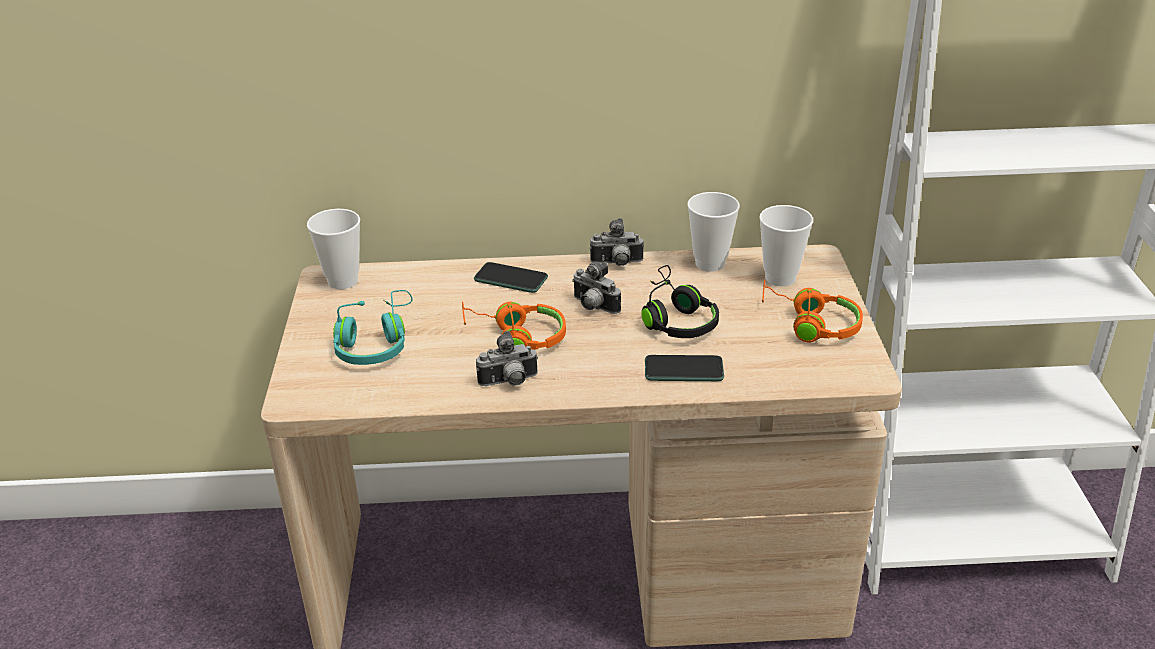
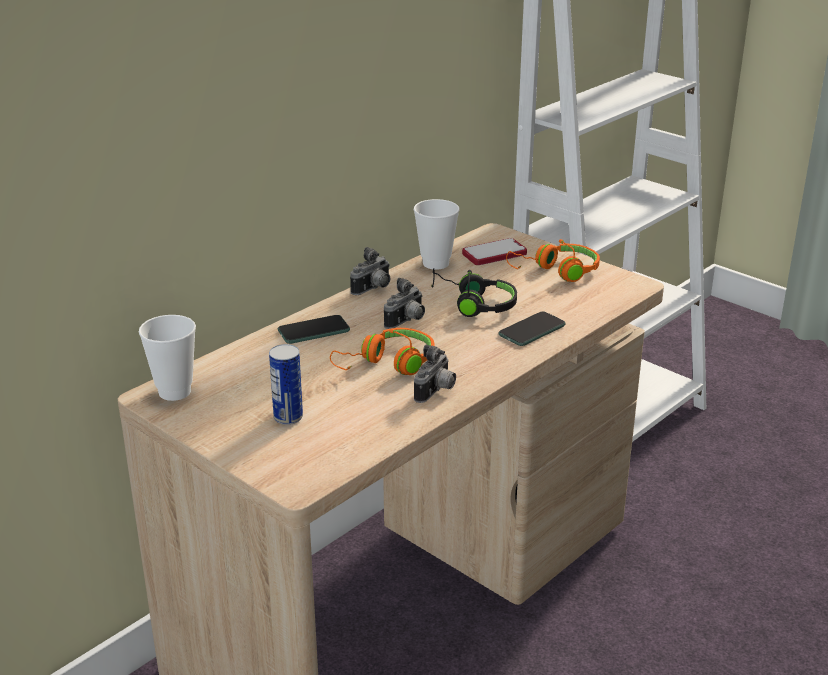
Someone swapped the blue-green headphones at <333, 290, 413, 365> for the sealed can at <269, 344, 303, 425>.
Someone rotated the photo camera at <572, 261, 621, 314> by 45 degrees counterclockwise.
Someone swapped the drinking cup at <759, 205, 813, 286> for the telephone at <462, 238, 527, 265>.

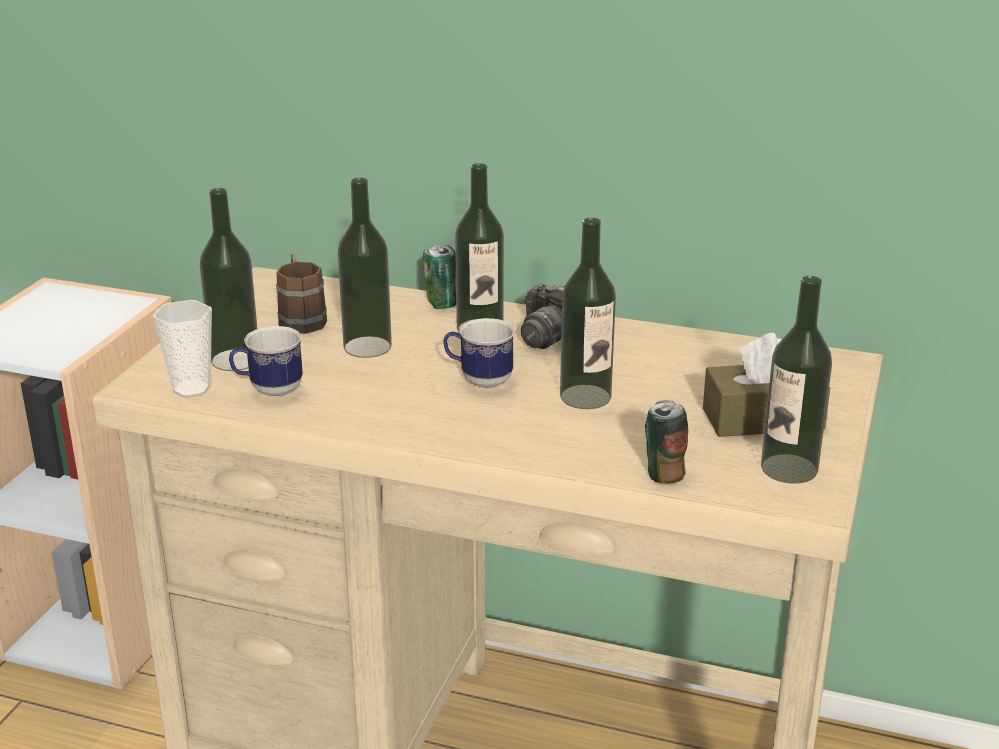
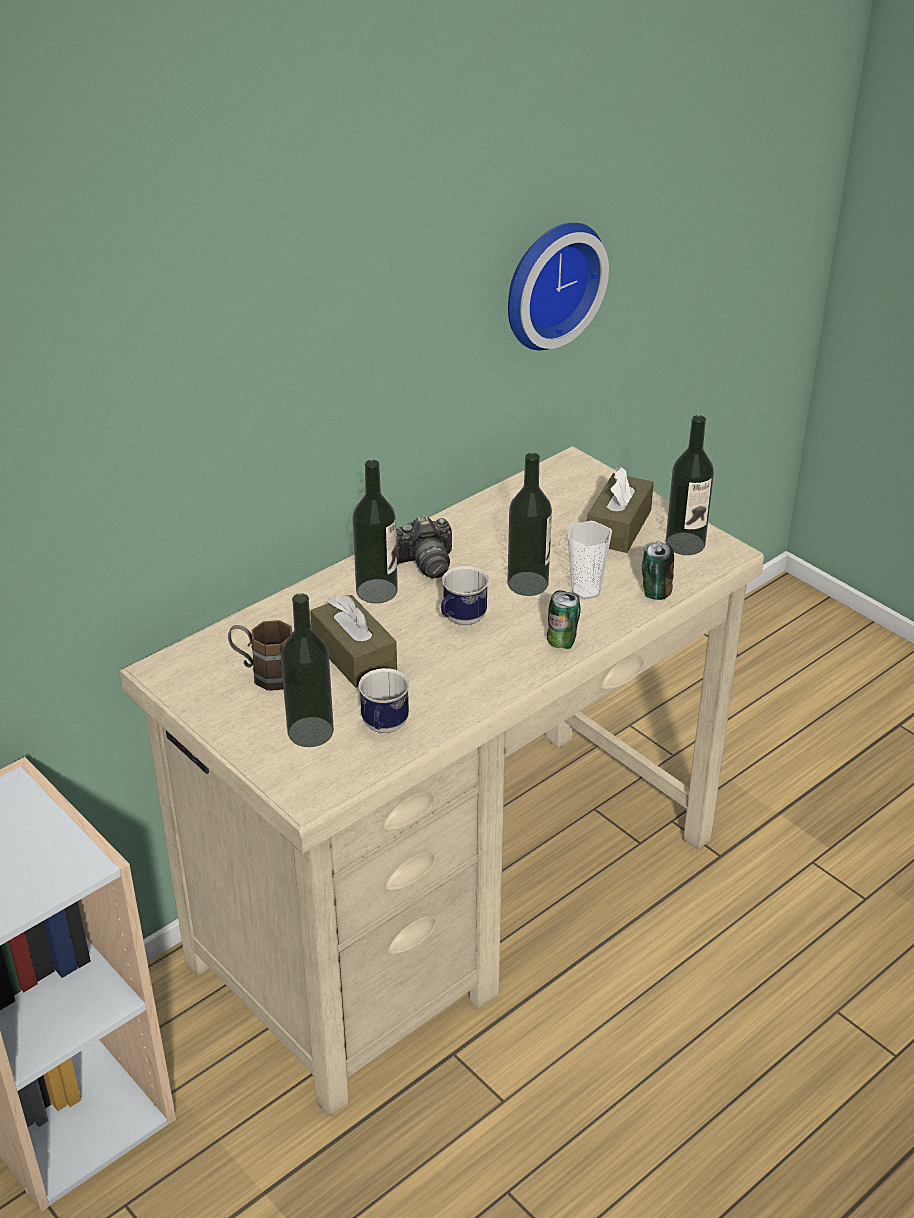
Someone swapped the bottle at <338, 178, 392, 358> for the brown-coloured tissue box at <310, 595, 397, 688>.
Someone put up the wall clock at <508, 223, 609, 350>.
Someone carried the sealed can from <423, 244, 456, 309> to <547, 590, 581, 649>.
Someone carried the drinking cup from <153, 300, 212, 398> to <568, 521, 612, 600>.

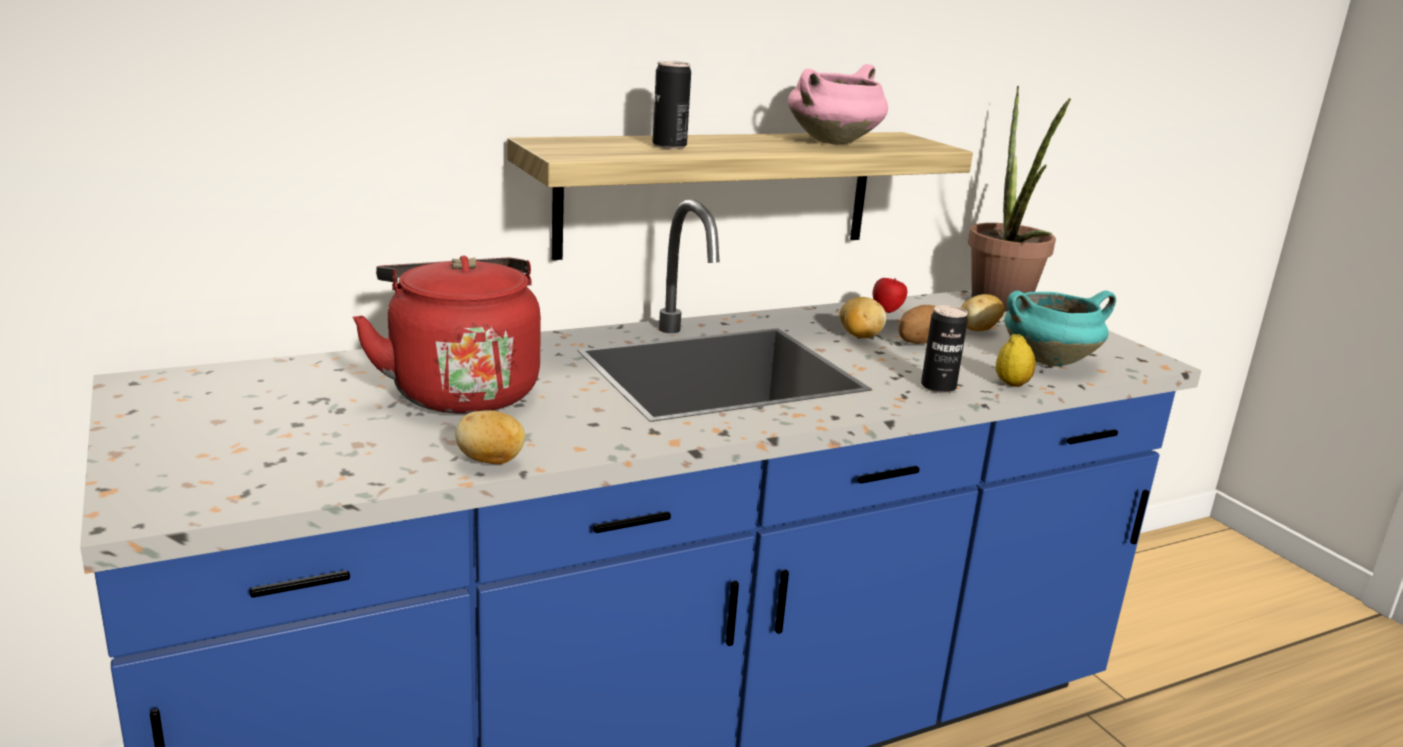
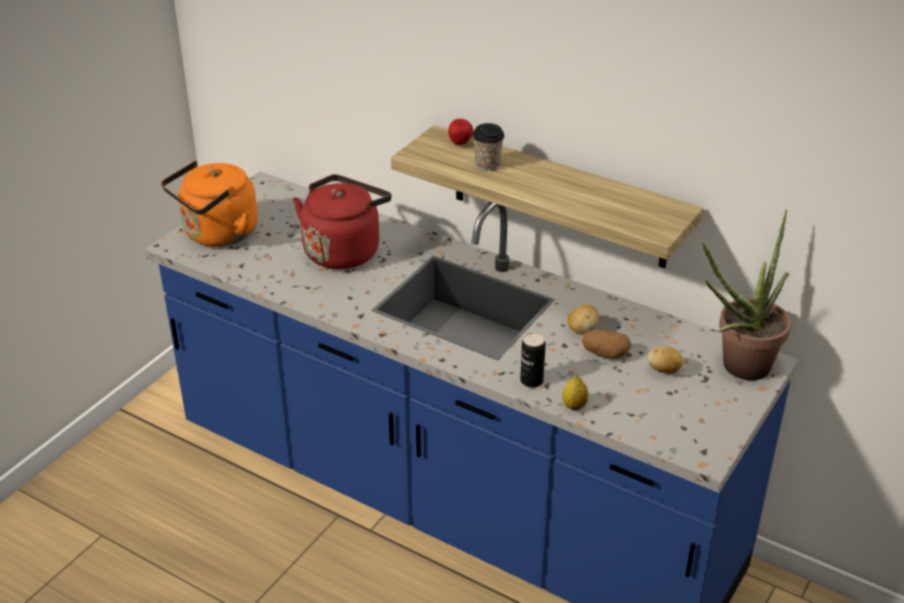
Someone put down the orange water kettle at <161, 161, 258, 247>.
Someone carried the whole apple from <873, 278, 907, 313> to <448, 119, 473, 145>.
Someone swapped the sealed can at <652, 61, 691, 149> for the drinking cup at <472, 123, 504, 171>.
Someone took away the whole potato at <455, 410, 525, 464>.
Someone took away the pink cooking pot at <788, 64, 888, 145>.
Someone took away the blue-green cooking pot at <1004, 290, 1116, 367>.

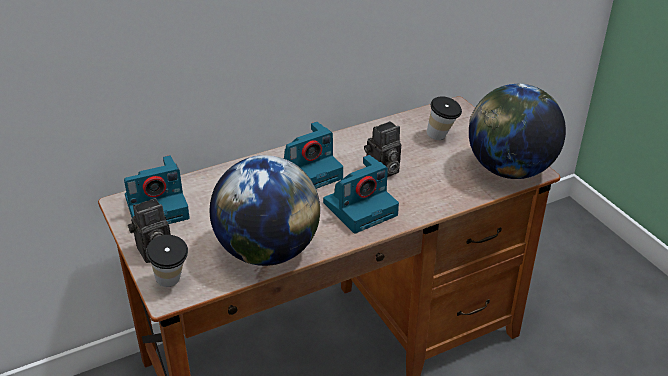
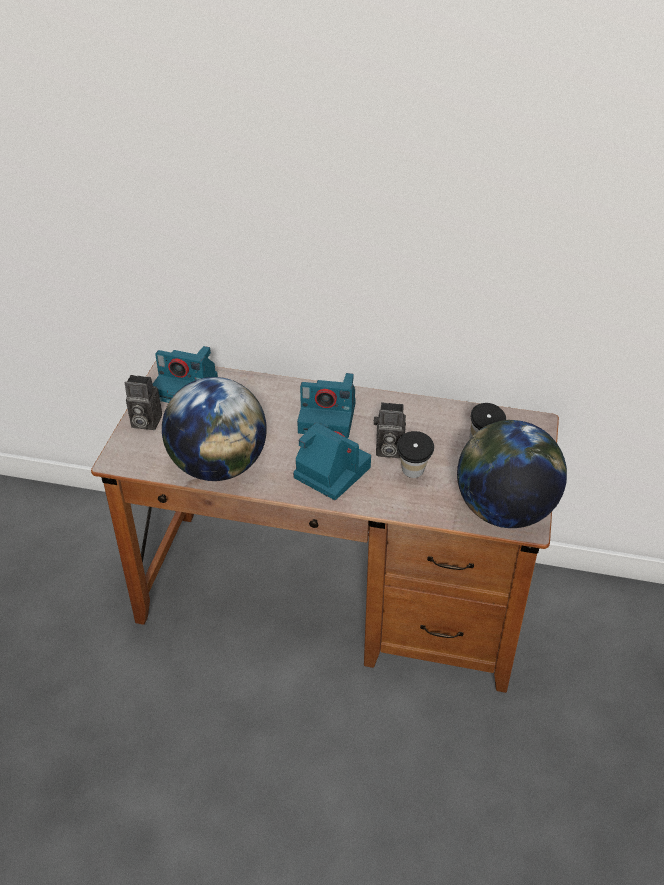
Someone rotated the photo camera at <323, 155, 399, 234> by 150 degrees counterclockwise.
Someone carried the drinking cup from <146, 235, 188, 287> to <397, 431, 434, 478>.

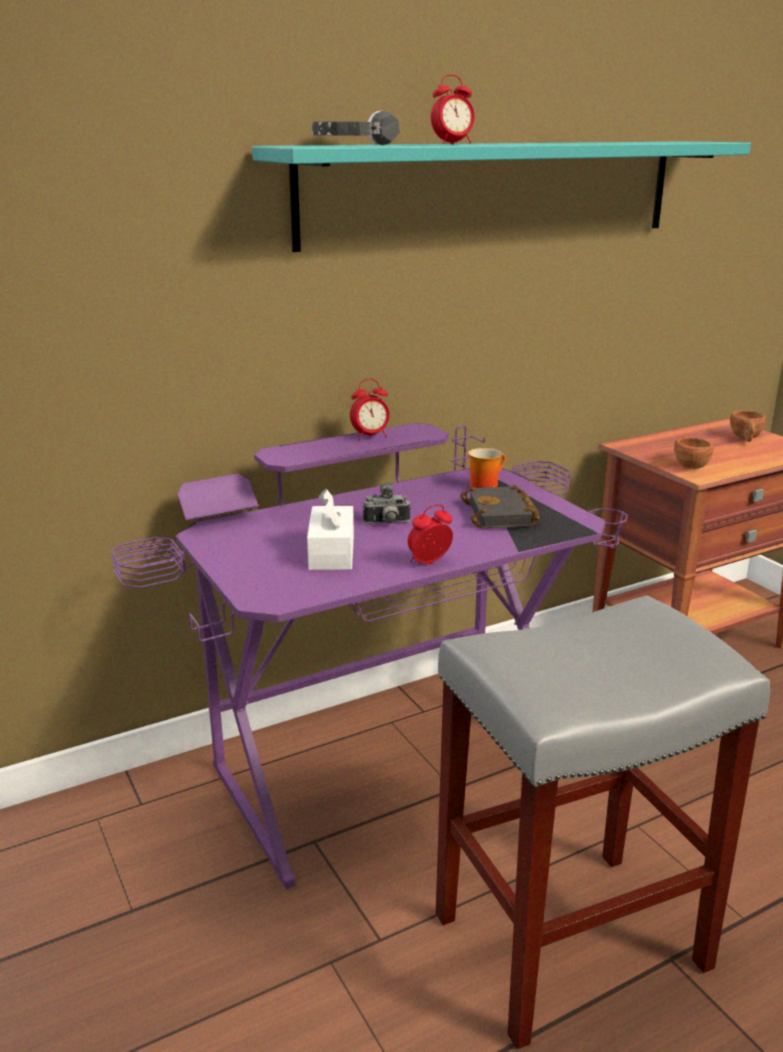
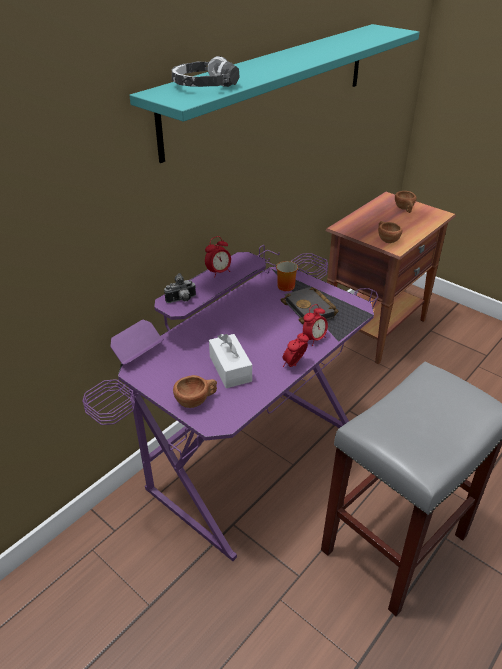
Someone carried the photo camera from <363, 483, 411, 524> to <164, 273, 196, 303>.
Someone put down the brown-coloured drinking cup at <173, 375, 217, 408>.
Someone carried the table clock from <431, 75, 475, 144> to <303, 304, 328, 346>.

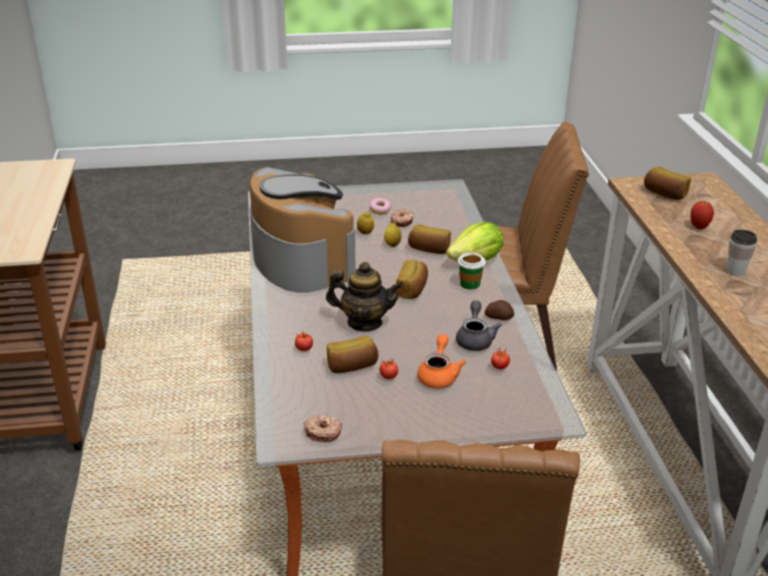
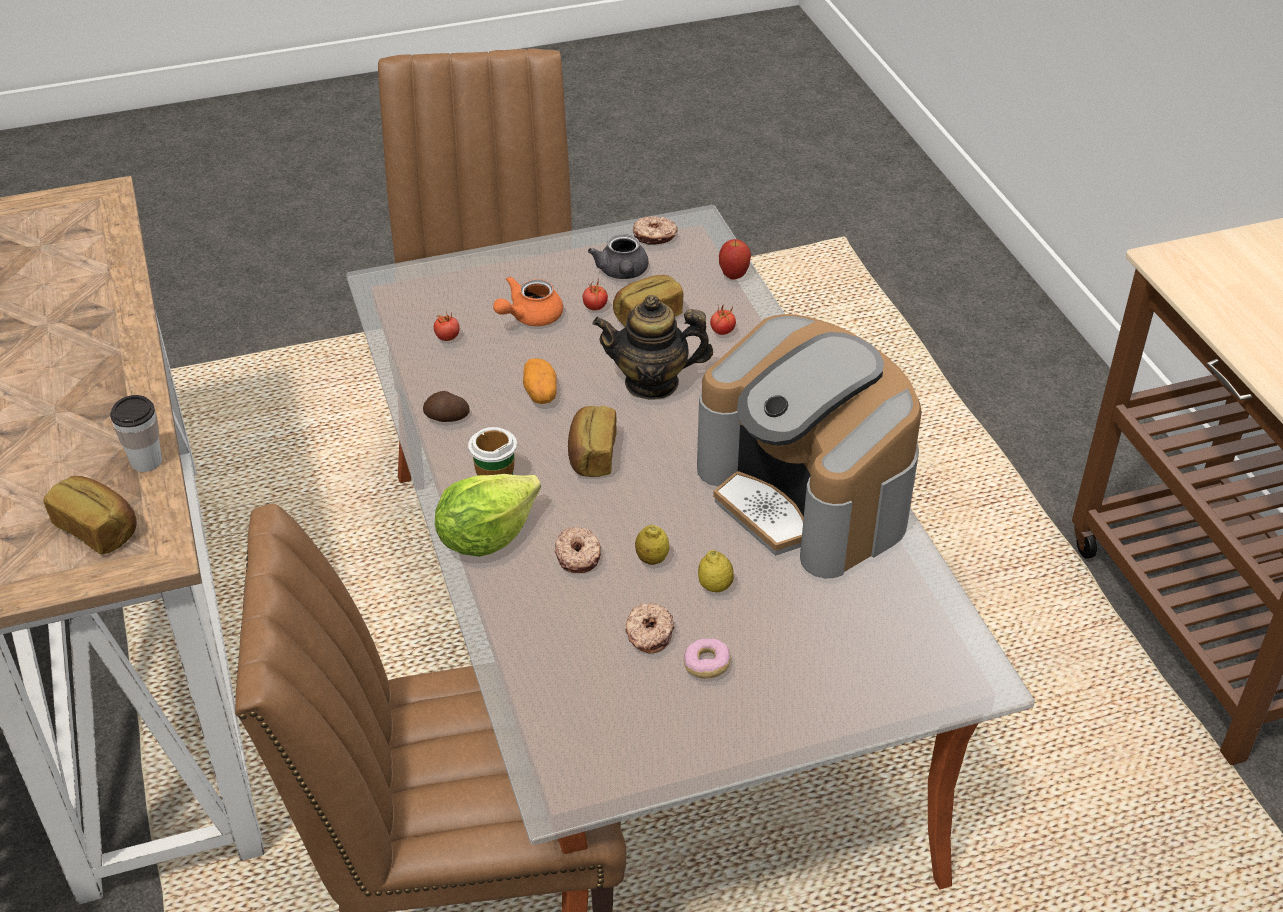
Someone carried the drinking cup from <726, 229, 757, 276> to <110, 395, 162, 472>.
Someone rotated the orange tea pot at <417, 334, 466, 388> by 45 degrees clockwise.
Someone put down the whole potato at <523, 358, 557, 404>.
Someone swapped the baked bread at <408, 224, 451, 254> for the doughnut at <554, 527, 601, 573>.
Someone carried the grey tea pot from <456, 301, 502, 351> to <588, 234, 648, 279>.
Someone carried the whole apple from <690, 201, 714, 229> to <719, 239, 751, 280>.

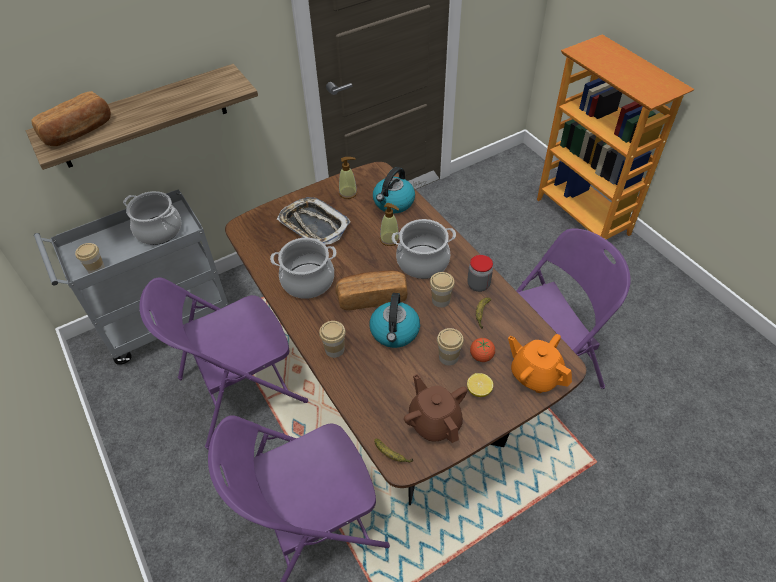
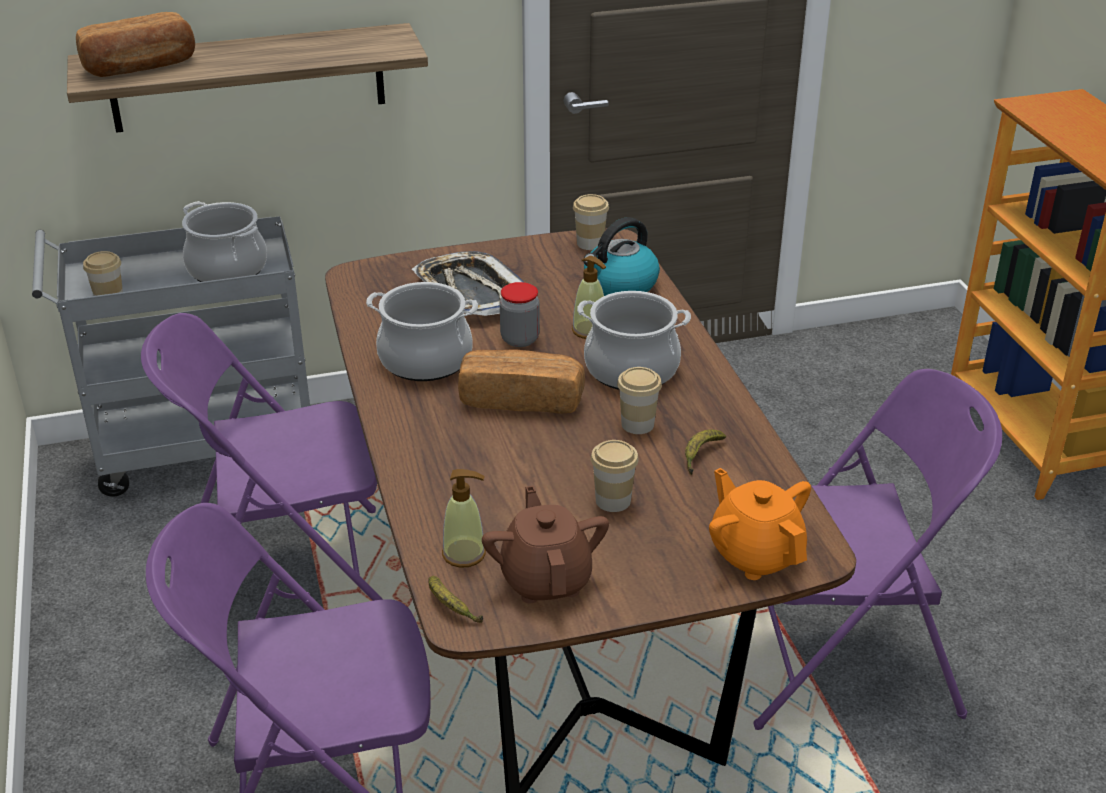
Someone carried the soap dispenser from <339, 157, 357, 199> to <442, 469, 486, 568>.
Someone carried the storage jar from <467, 255, 493, 292> to <500, 282, 540, 347>.
Someone carried the drinking cup from <319, 321, 346, 358> to <573, 194, 609, 250>.
Someone took away the water kettle at <370, 293, 420, 348>.
Someone took away the lemon at <467, 373, 493, 397>.
Someone took away the fresh tomato at <470, 338, 495, 362>.

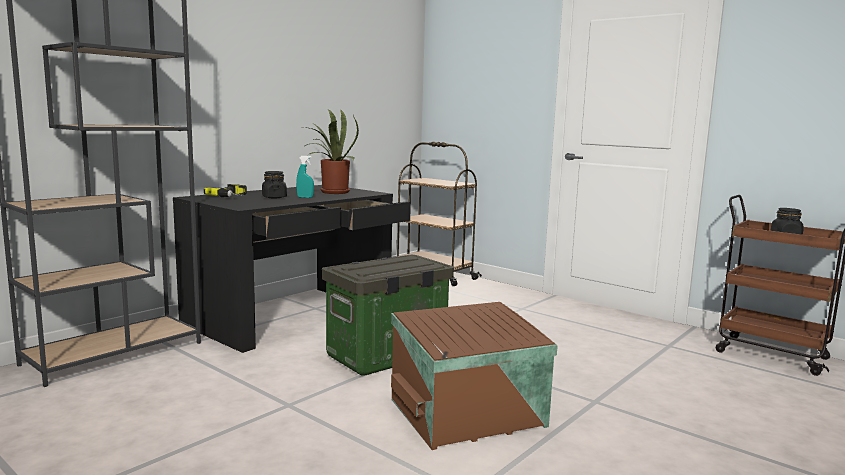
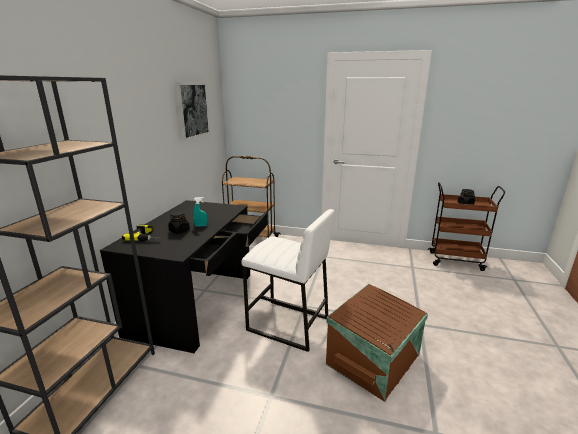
Someone put up the picture at <175, 83, 210, 140>.
Someone swapped the storage bin at <322, 255, 454, 375> for the white stool seat at <241, 209, 334, 352>.
Someone took away the houseplant at <303, 110, 359, 194>.

